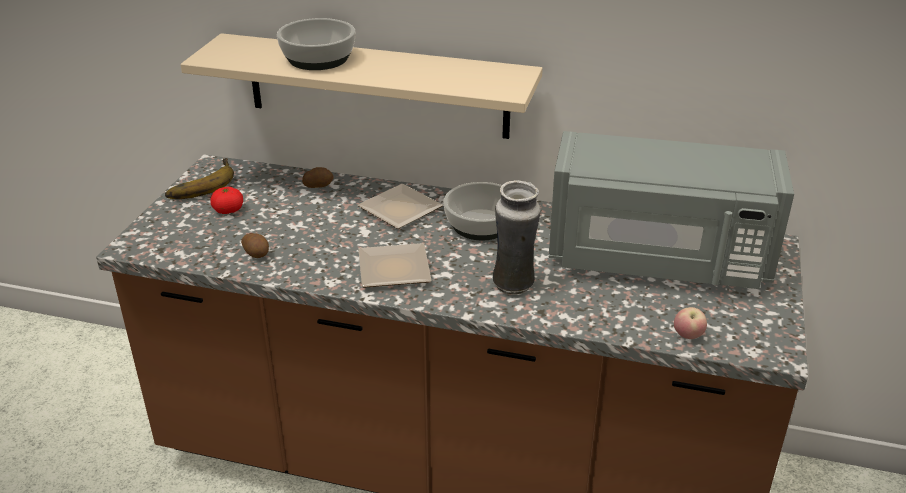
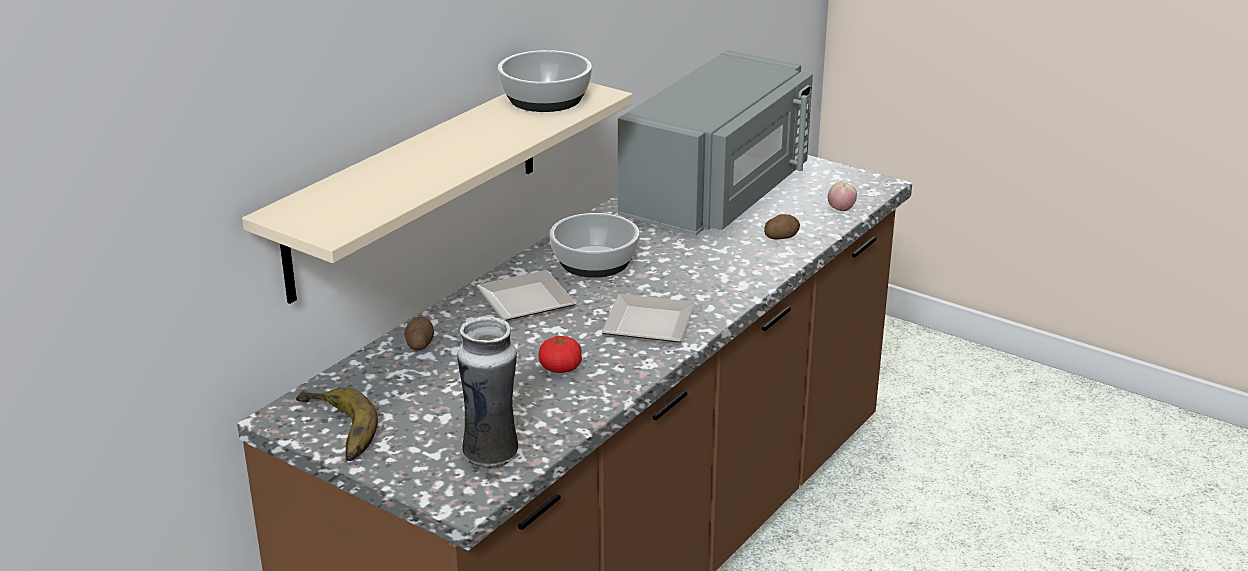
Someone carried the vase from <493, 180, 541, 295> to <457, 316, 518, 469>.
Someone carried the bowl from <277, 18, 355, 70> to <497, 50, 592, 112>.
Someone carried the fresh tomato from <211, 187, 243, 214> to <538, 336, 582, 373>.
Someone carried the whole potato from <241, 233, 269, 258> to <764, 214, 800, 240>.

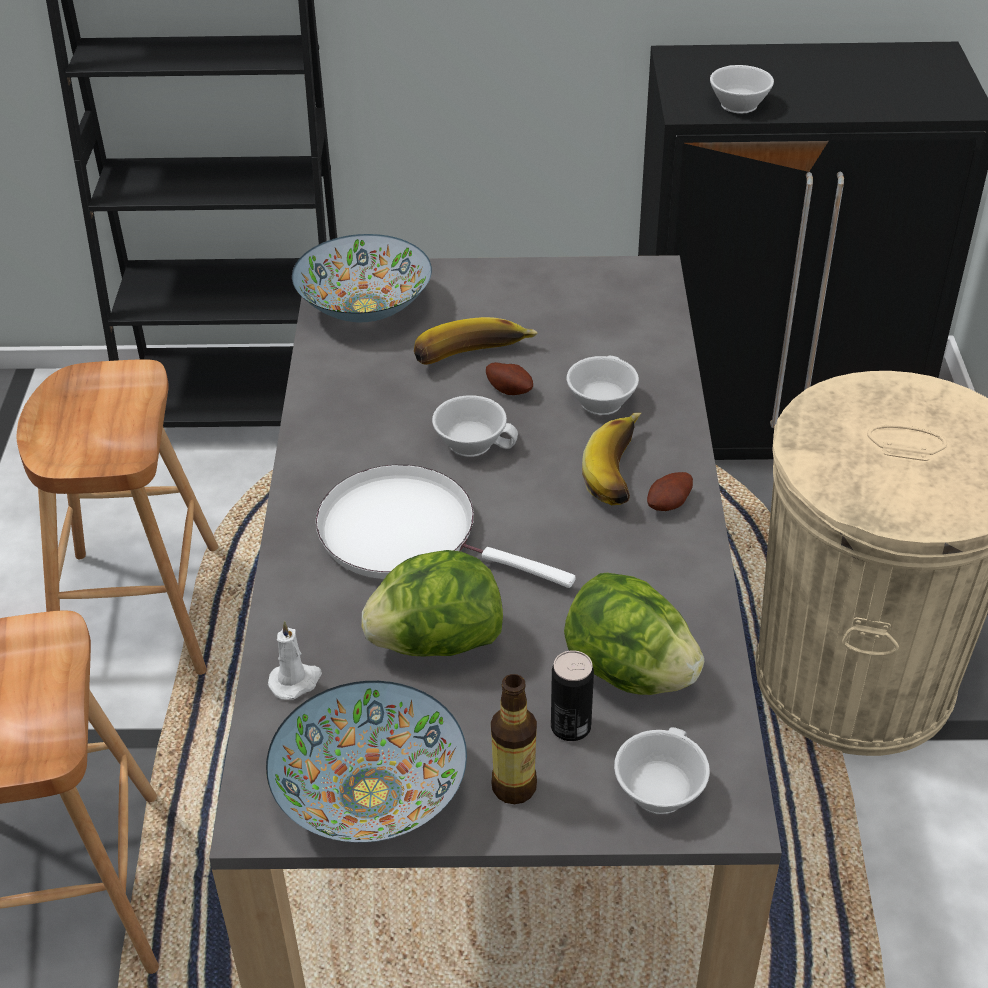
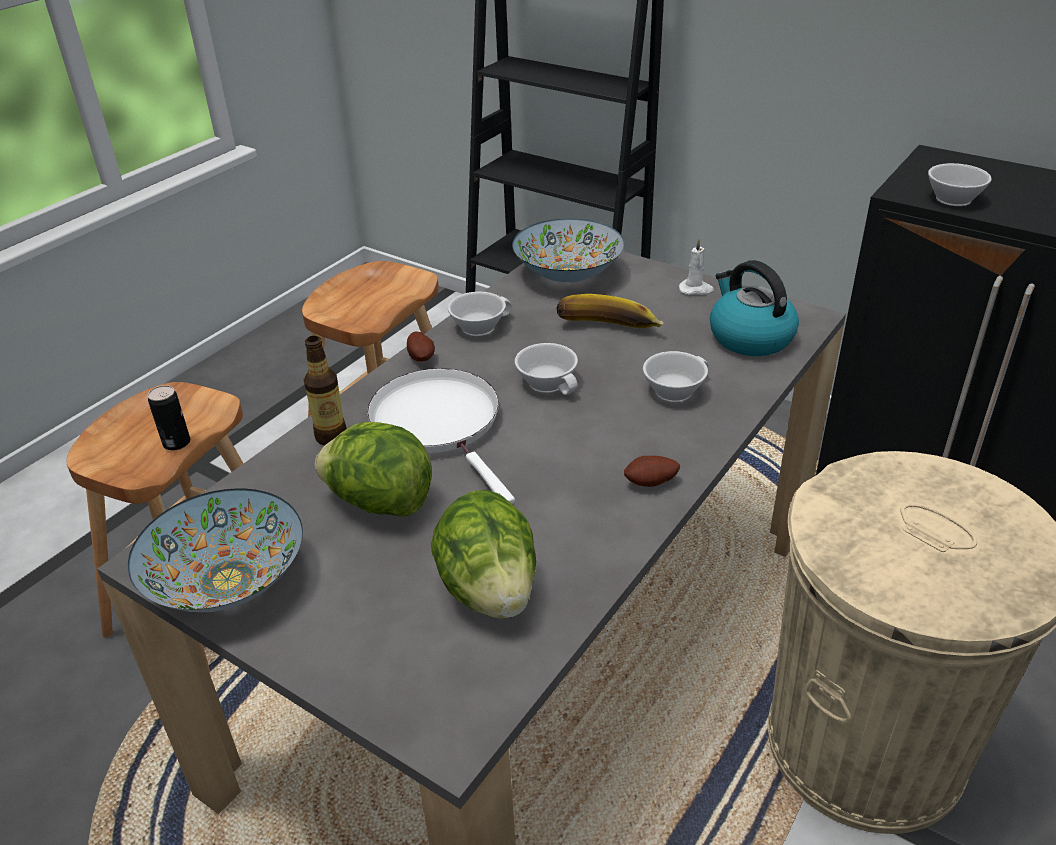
Someone carried the sealed can from <551, 650, 594, 741> to <148, 385, 190, 451>.
Someone carried the bottle from <491, 674, 537, 804> to <304, 336, 347, 445>.
Someone carried the whole potato from <486, 362, 533, 395> to <407, 331, 435, 362>.
Someone carried the white drinking cup from <614, 727, 710, 814> to <448, 291, 512, 336>.
Someone carried the white candle from <268, 621, 322, 699> to <679, 239, 714, 295>.
Someone put down the water kettle at <710, 260, 799, 356>.
Someone took away the banana at <582, 413, 641, 505>.

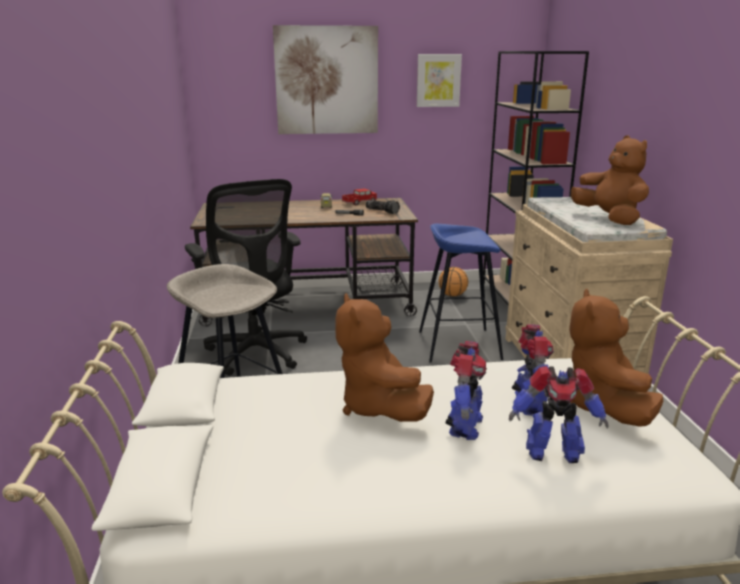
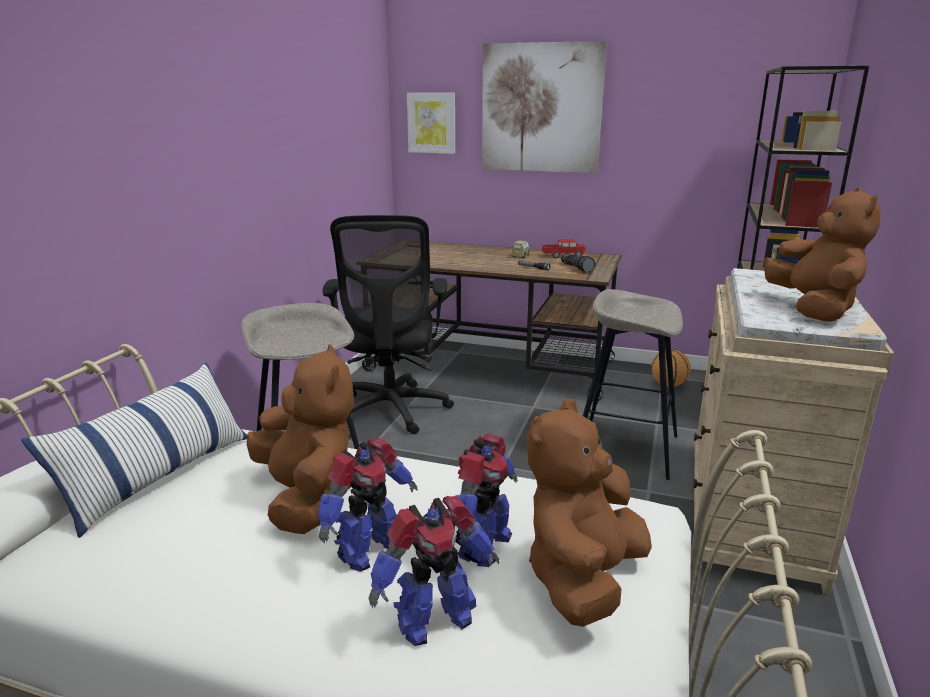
Someone put down the cushion at <21, 363, 247, 538>.
Someone rotated the brown-coloured plush toy at <335, 293, 434, 422> by 150 degrees clockwise.
Someone rotated the robot figure at <509, 366, 608, 463> by 60 degrees counterclockwise.
Someone carried the picture from <417, 54, 462, 107> to <407, 93, 455, 154>.
Someone repainted the blue-coloured stool seat at <419, 224, 503, 363>, which became the grey stool seat at <583, 289, 683, 480>.

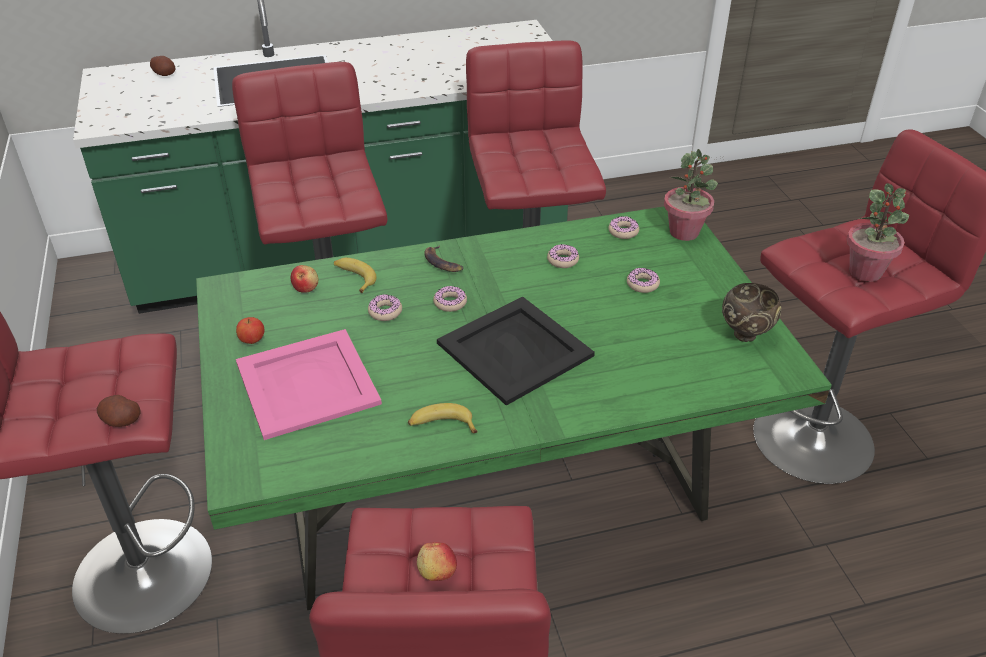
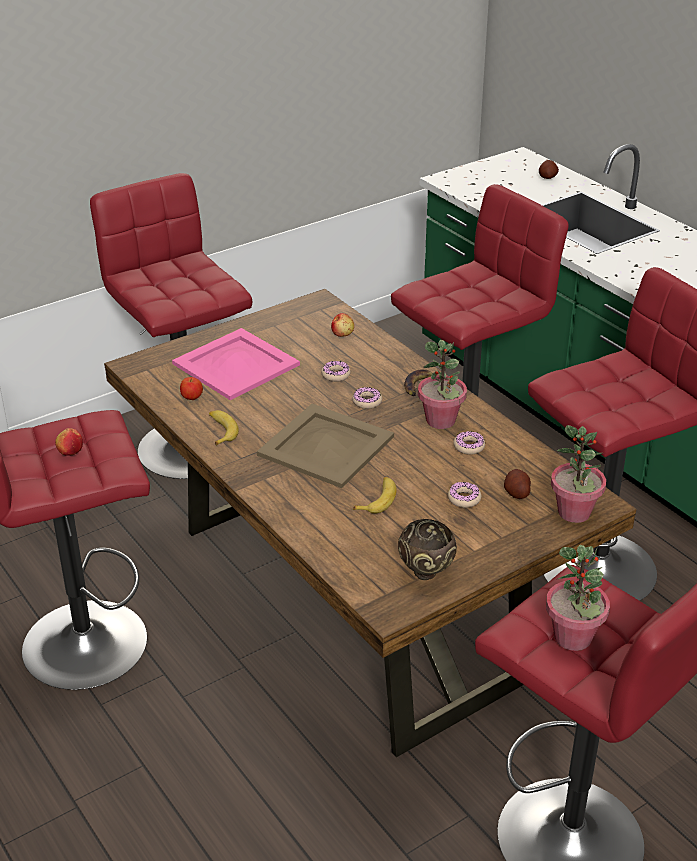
Someone repainted the greenish kitchen table at <196, 206, 832, 610>, which became the brown-coloured kitchen table at <104, 289, 637, 757>.
Someone carried the whole apple from <236, 317, 264, 344> to <180, 377, 203, 400>.
Someone repainted the blackish tray at <437, 297, 595, 406>, which became the beige tray at <257, 404, 394, 488>.
Someone carried the banana from <334, 258, 377, 293> to <353, 477, 397, 514>.
Someone put down the houseplant at <418, 340, 467, 429>.
Someone carried the whole potato from <97, 395, 141, 427> to <504, 469, 531, 499>.
Someone took away the doughnut at <608, 216, 639, 239>.

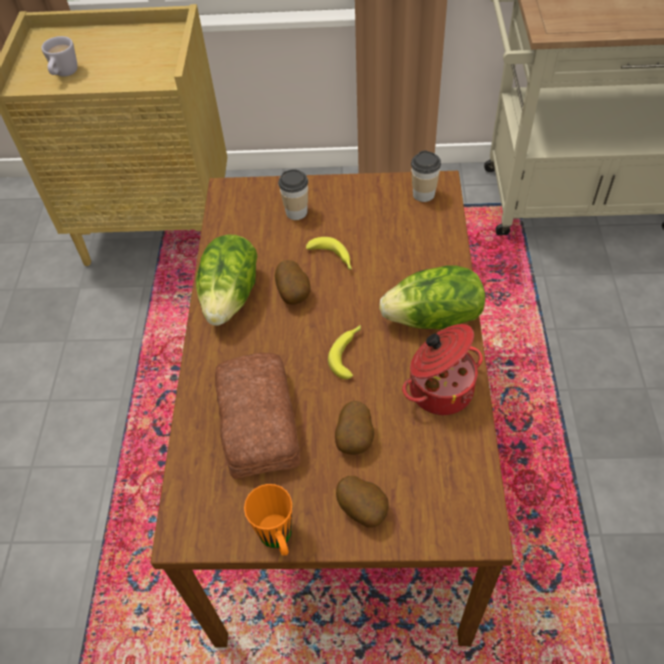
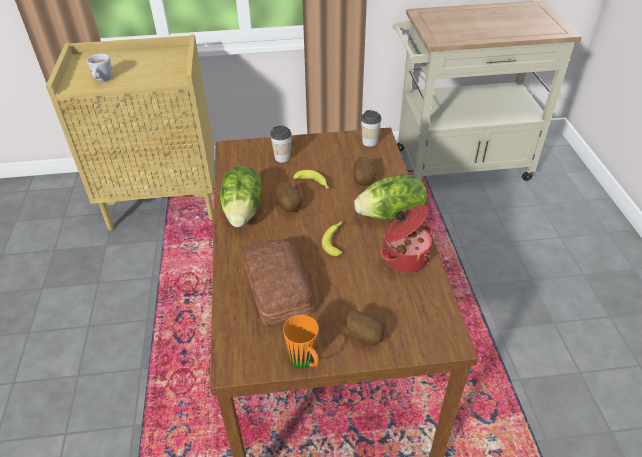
Someone carried the whole potato from <335, 401, 374, 455> to <353, 156, 376, 186>.

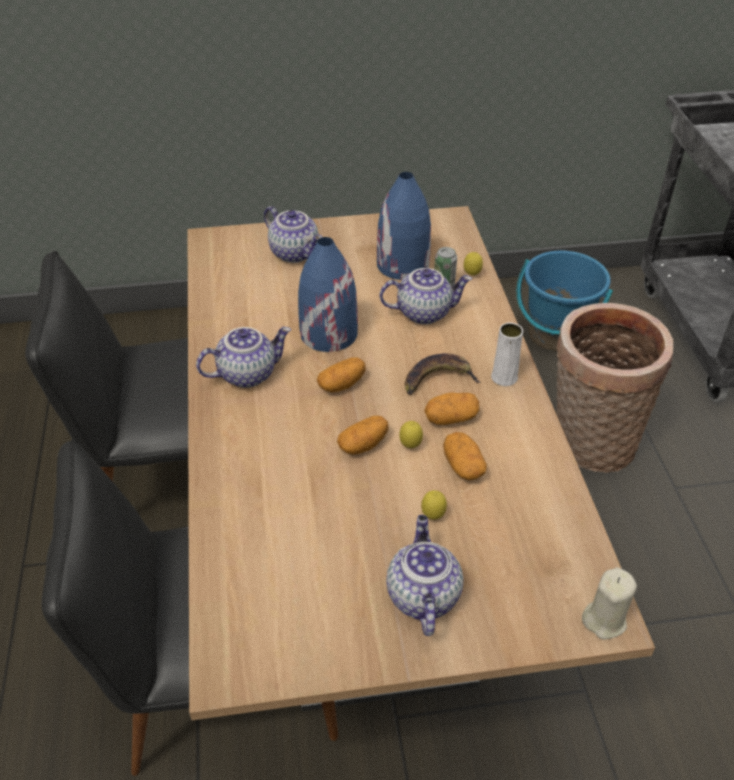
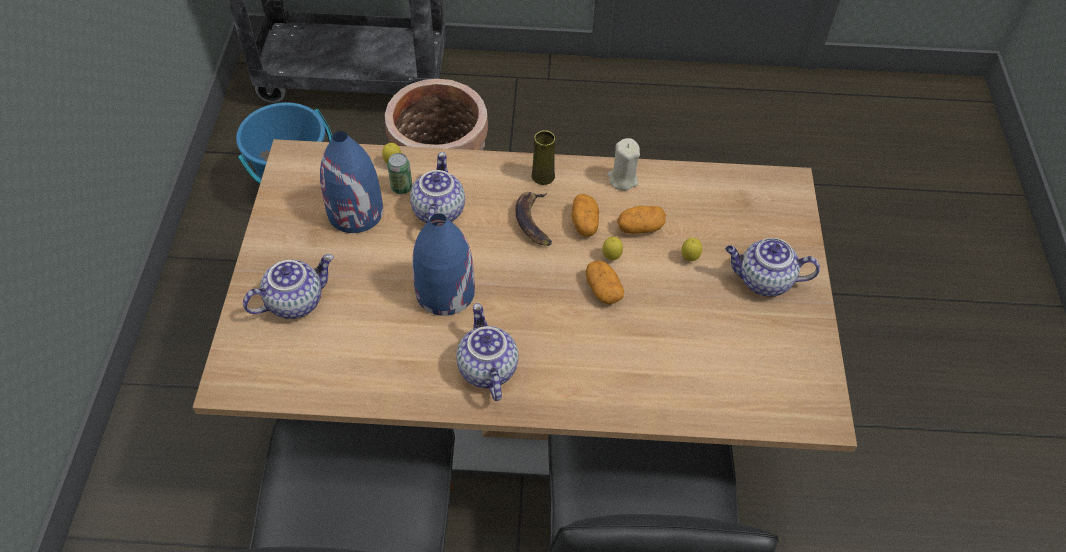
Someone repainted the white vase at <491, 323, 523, 386>, which became the yellow vase at <532, 130, 555, 185>.
Someone carried the beige candle from <582, 568, 637, 640> to <607, 138, 640, 191>.
Someone took away the whole potato at <317, 358, 365, 392>.

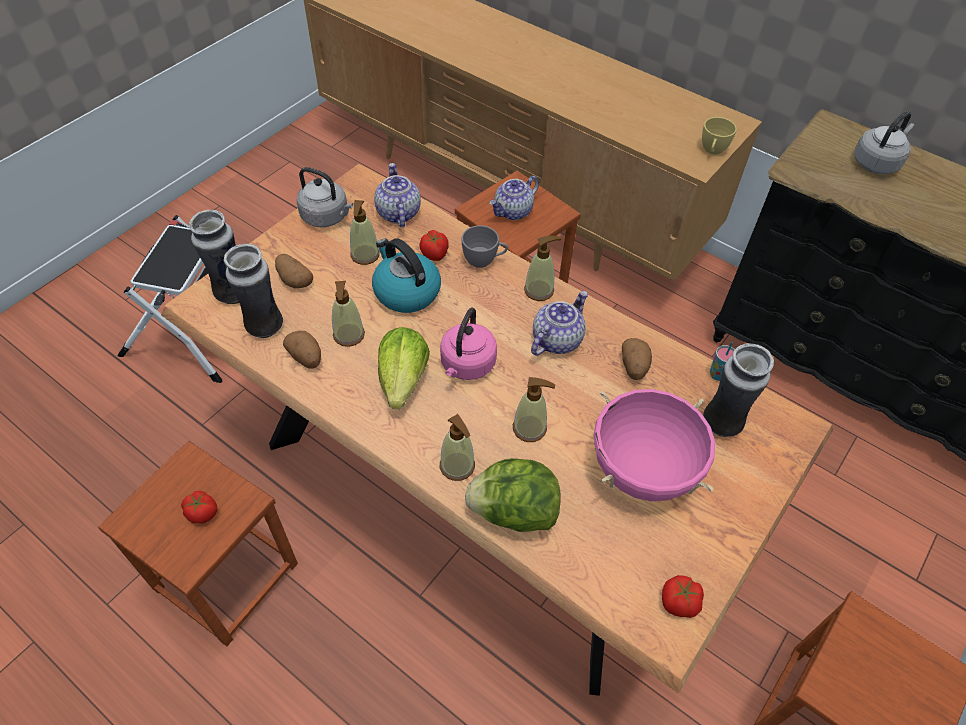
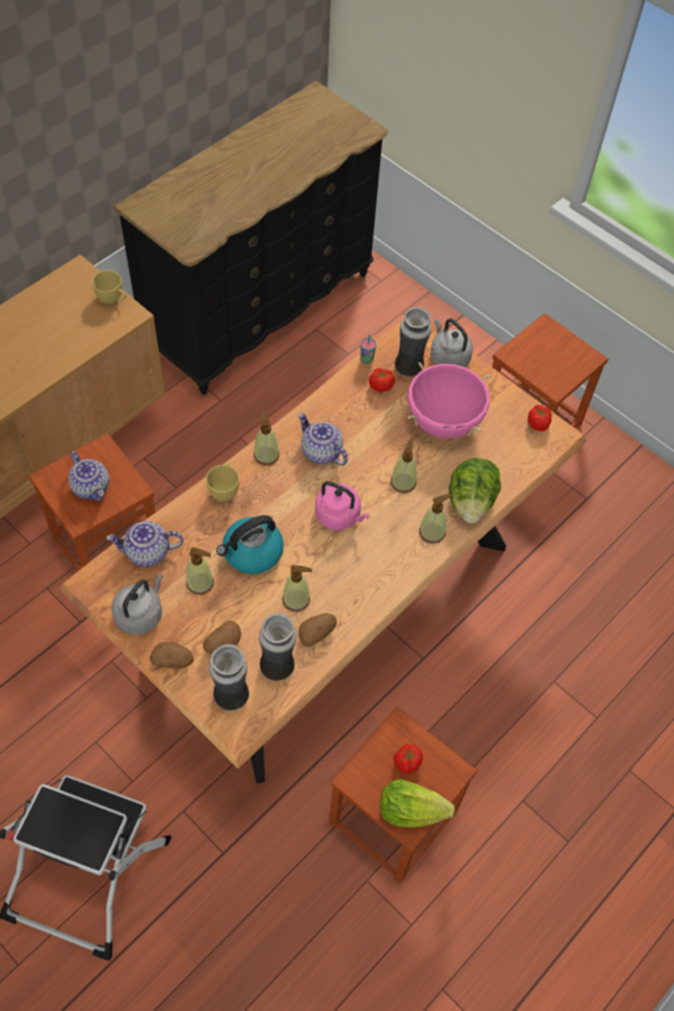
Someone carried the whole potato from <622, 338, 652, 380> to <150, 642, 194, 668>.
Someone repainted the grey drinking cup at <462, 225, 508, 268>, which became the yellow drinking cup at <206, 463, 239, 501>.
Someone carried the fresh tomato from <419, 230, 449, 261> to <369, 368, 395, 392>.
Someone carried the lettuce from <378, 327, 430, 409> to <380, 779, 455, 827>.
Someone carried the grey water kettle from <854, 111, 914, 174> to <430, 319, 473, 367>.

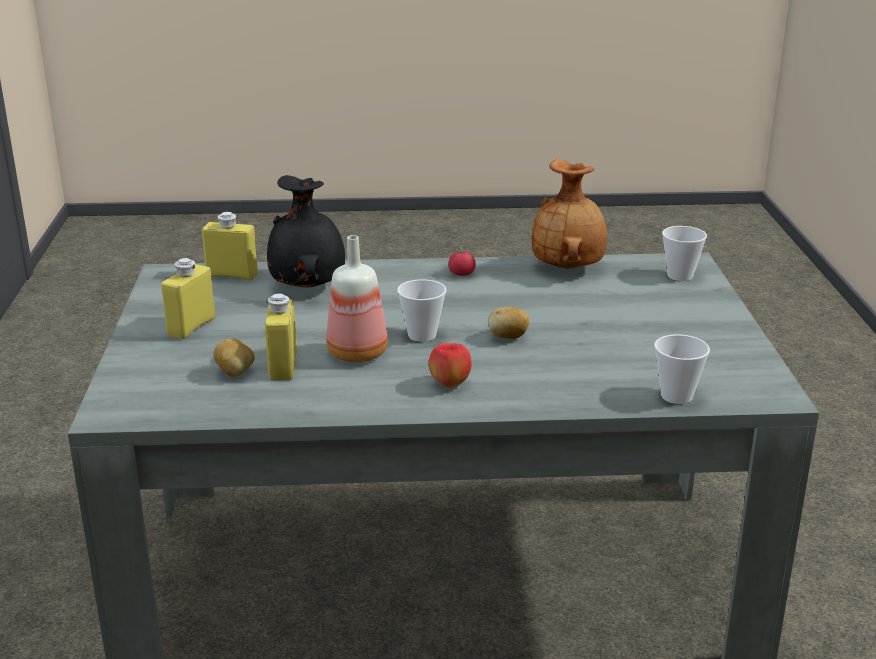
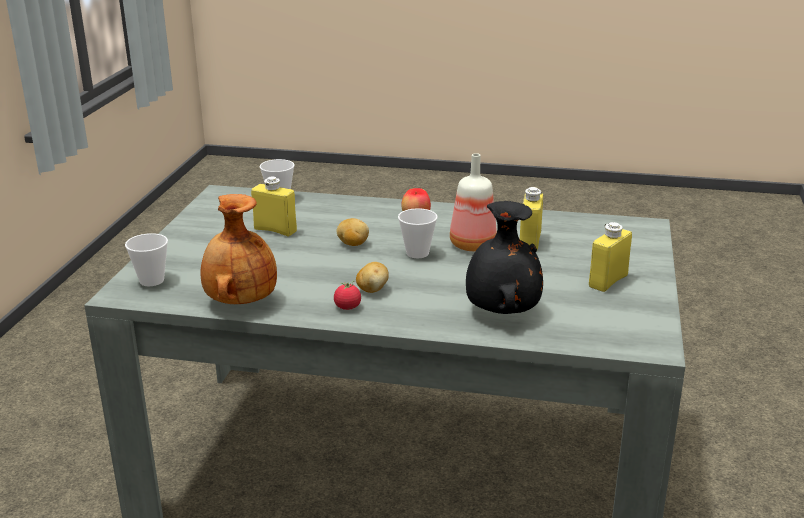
Someone carried the yellow bottle from <202, 212, 258, 280> to <251, 177, 297, 236>.
Someone carried the whole potato from <213, 338, 255, 377> to <356, 262, 389, 293>.

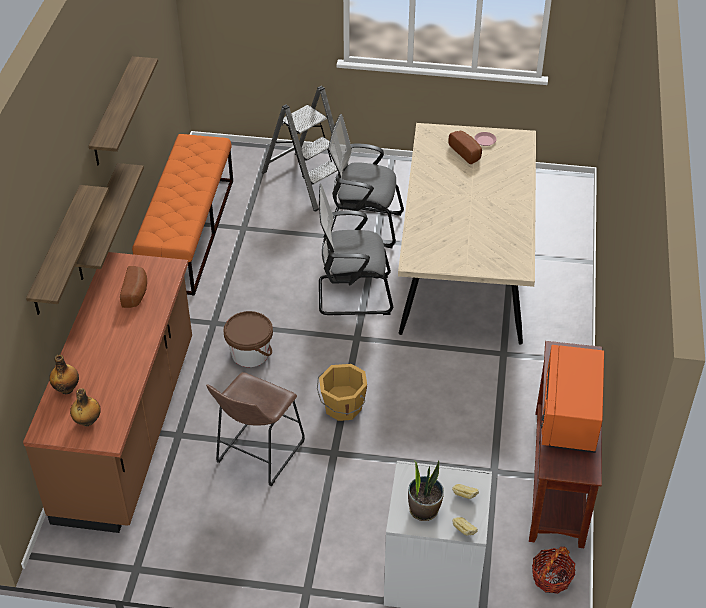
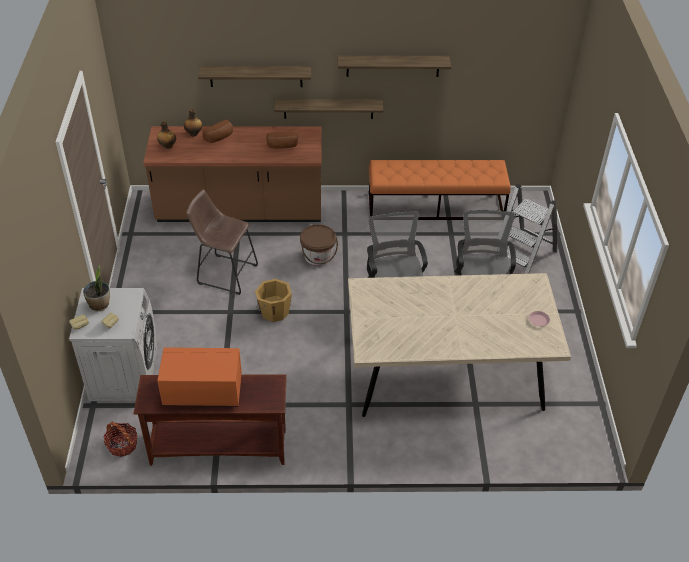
Someone carried the baked bread from <448, 131, 482, 164> to <202, 119, 233, 143>.

